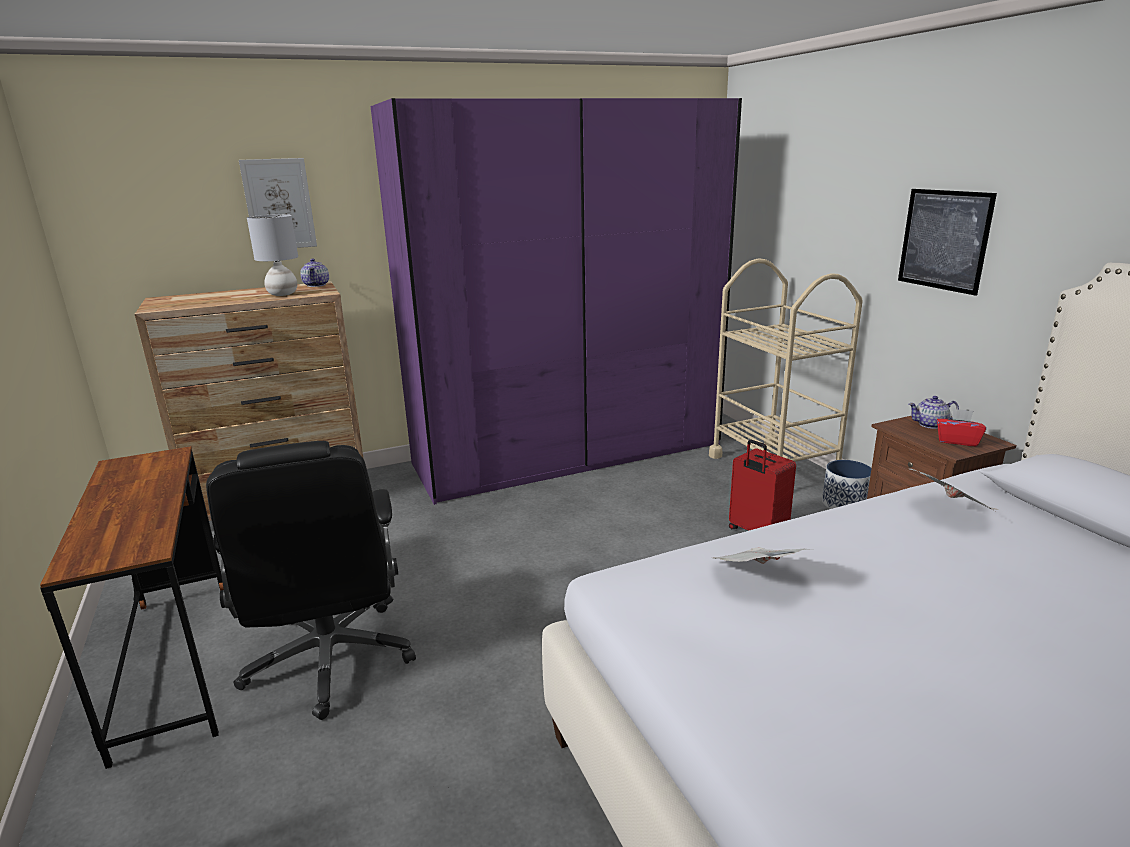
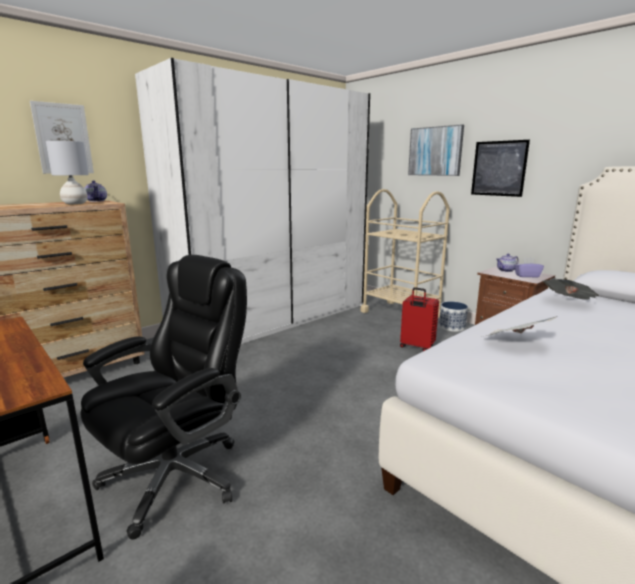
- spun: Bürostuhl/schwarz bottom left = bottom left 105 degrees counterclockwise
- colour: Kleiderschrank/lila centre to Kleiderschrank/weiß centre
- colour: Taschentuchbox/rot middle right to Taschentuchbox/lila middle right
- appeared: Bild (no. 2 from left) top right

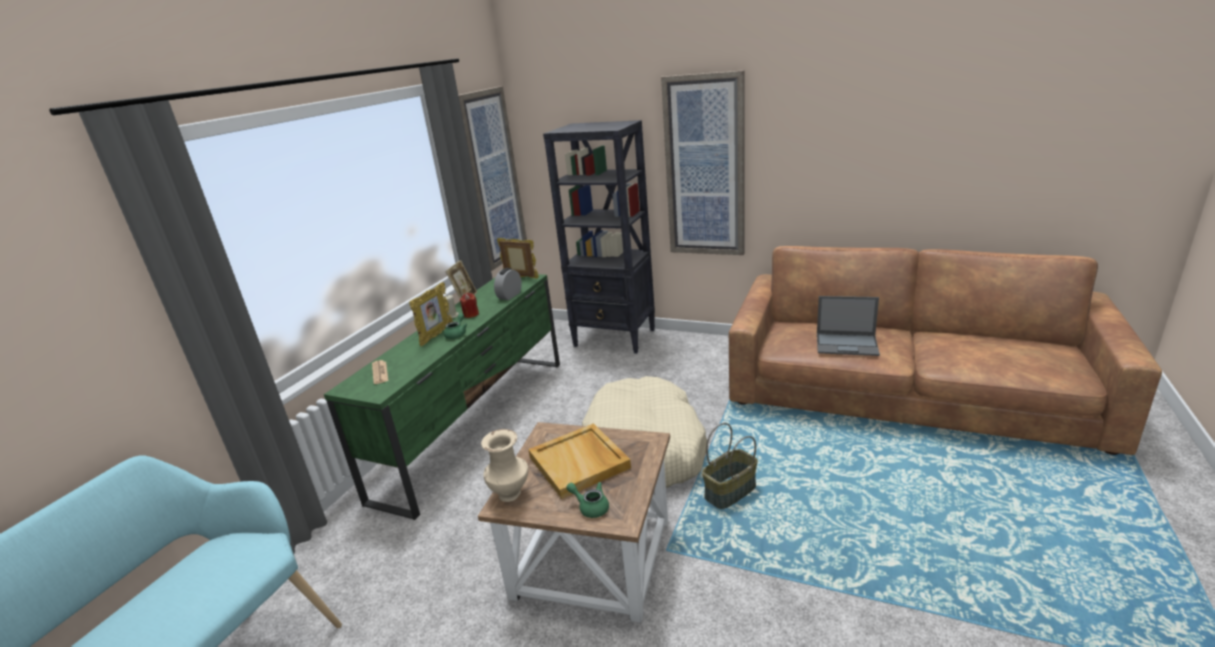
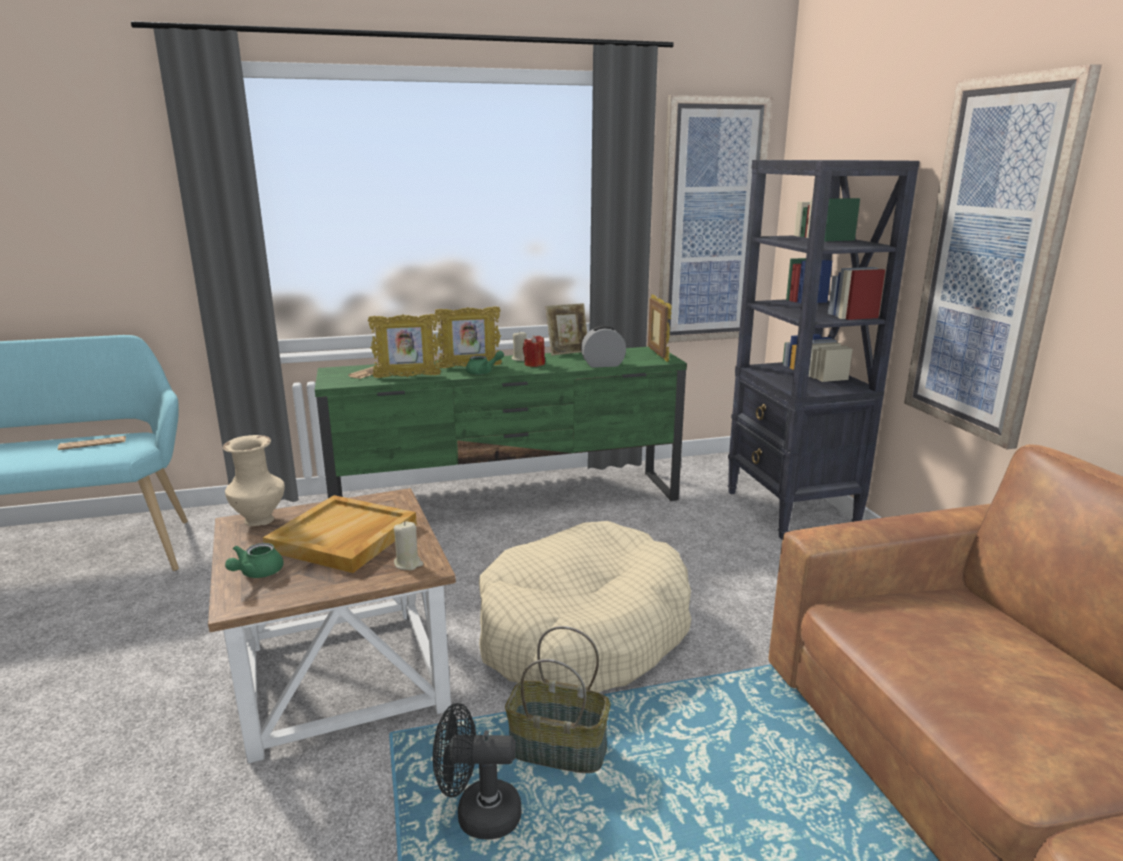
- spun: Teekanne/grün (no. 2 from left in the first image) bottom centre = middle left 150 degrees counterclockwise
- missing: Laptop middle right
- appeared: Zeitung (no. 1 from left) middle left
- appeared: Bilderrahmen (no. 1 from left) centre
- appeared: Kerze/beige (no. 1 from left) centre
- appeared: Ventilator/schwarz bottom centre

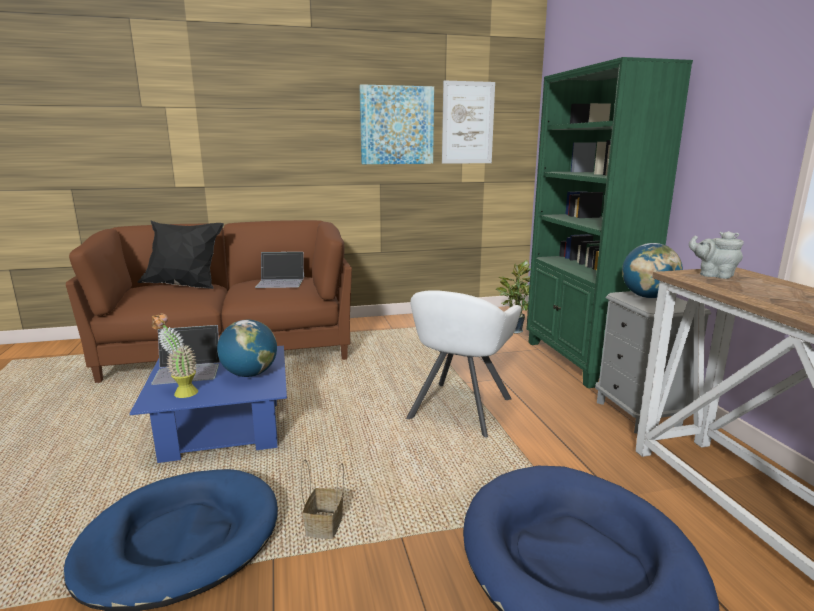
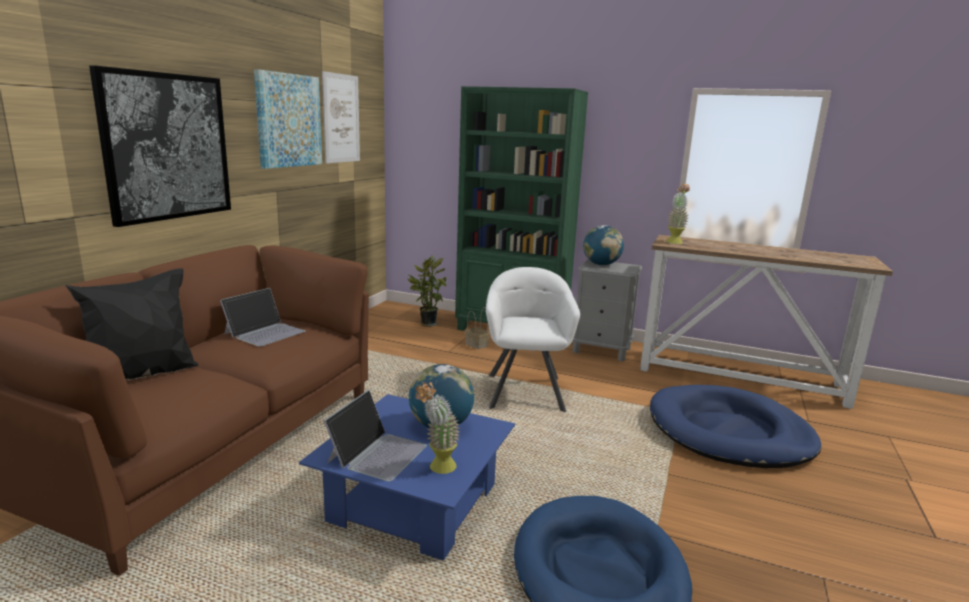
- relocated: Korb bottom centre to centre
- spun: Sessel/weiß centre = centre 150 degrees counterclockwise
- exchanged: Teekanne/grau middle right to Topfpflanze (no. 3 from left) middle right
- appeared: Bild (no. 1 from left) top left

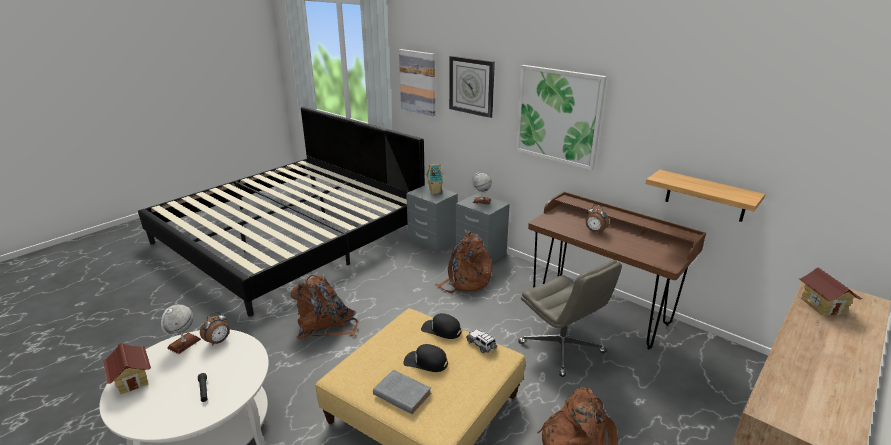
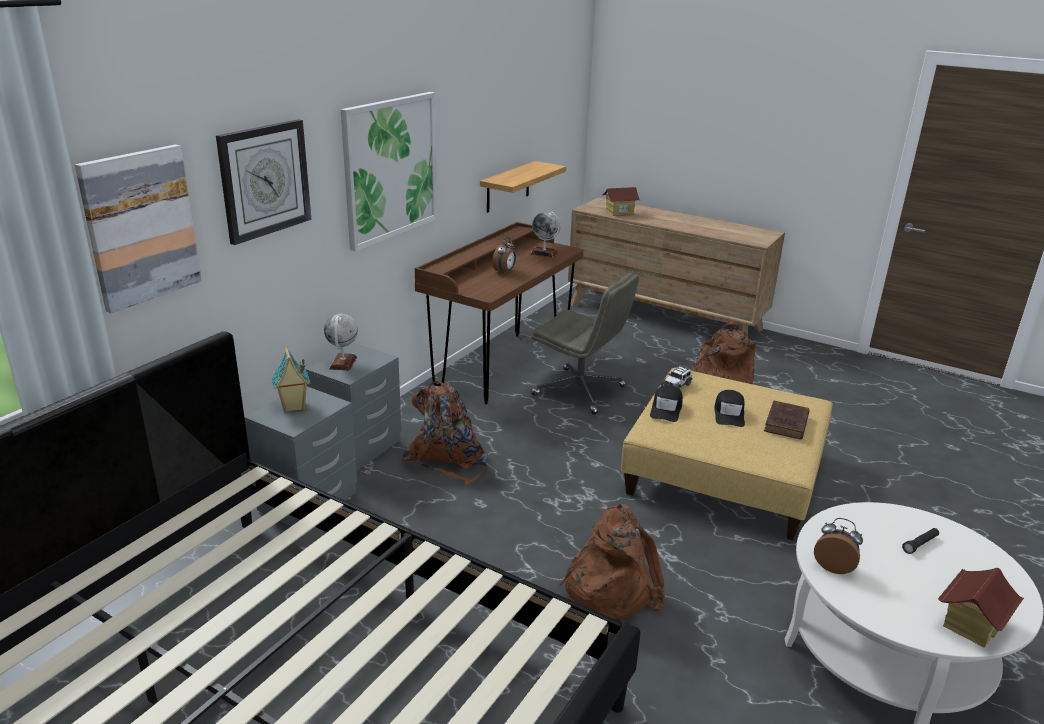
- relocated: Globus (no. 1 from left in the first image) bottom left to Globus (no. 2 from left) top centre
- colour: Buch/grau bottom centre to Buch/braun middle right
- spun: Bürostuhl/grau bottom centre = centre 75 degrees clockwise

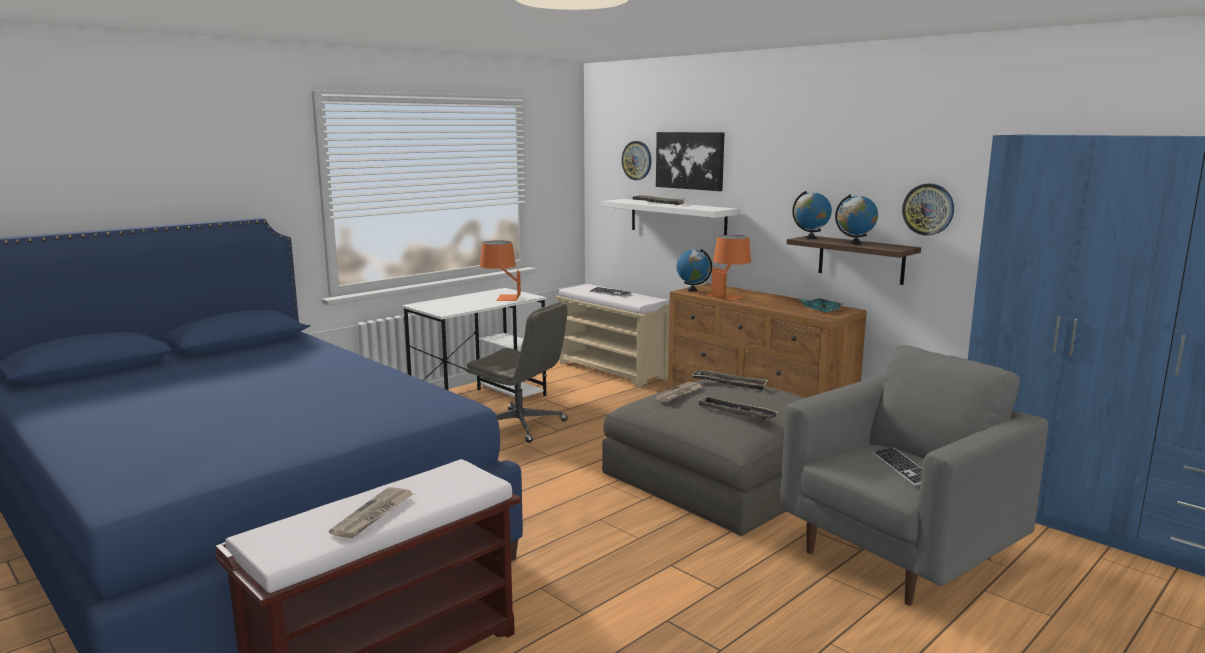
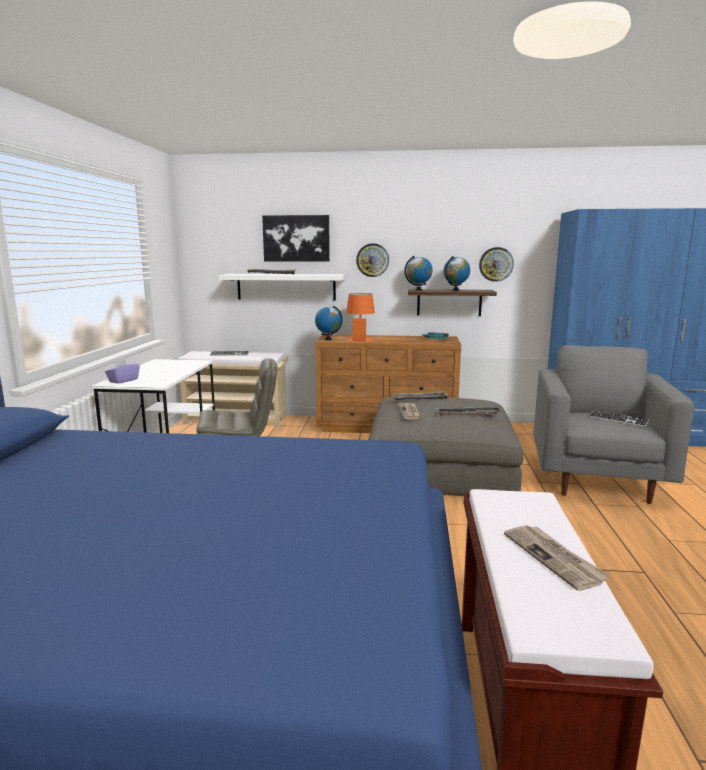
- missing: Tischlampe/orange (no. 1 from left) centre
- relocated: Wanduhr (no. 1 from left) top centre to centre
- appeared: Taschentuchbox/lila middle left

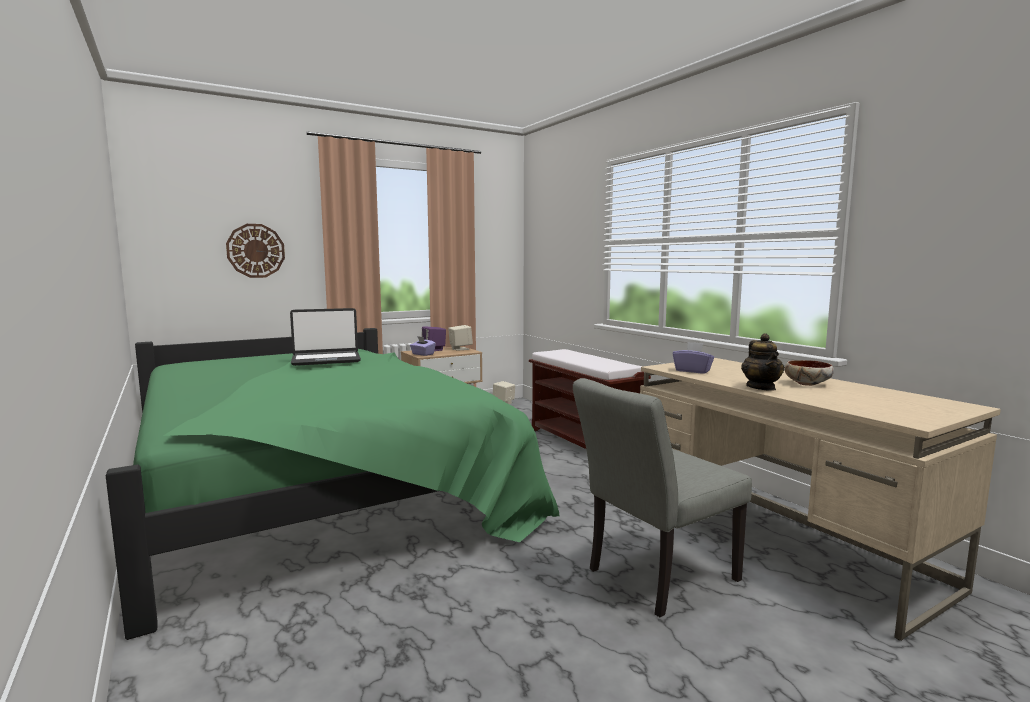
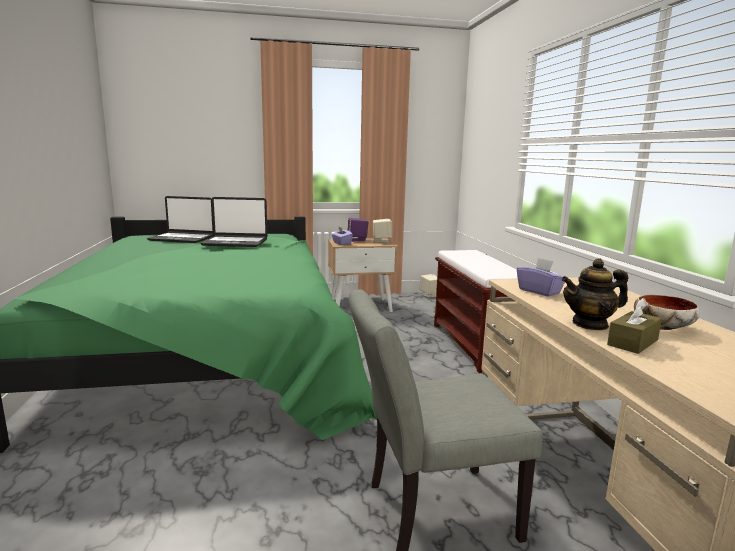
- missing: Wanduhr middle left
- spun: Teekanne middle right = middle right 60 degrees clockwise
- appeared: Laptop (no. 1 from left) middle left
- appeared: Taschentuchbox/braun middle right

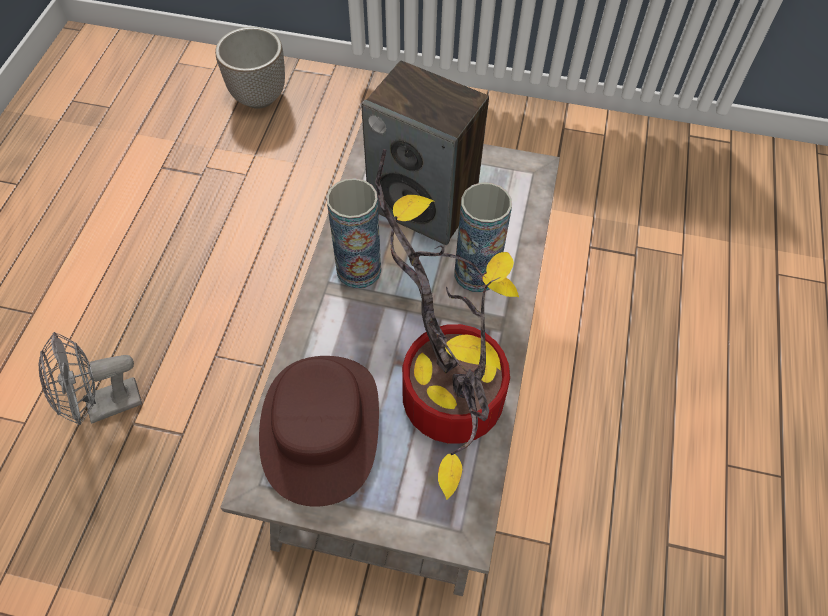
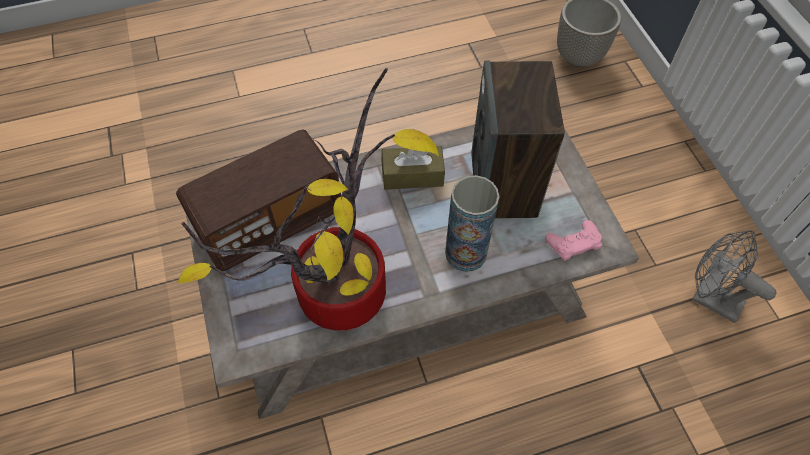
- relocated: Ventilator/grau middle left to middle right
- exchanged: Hut/braun bottom centre to Radio middle left
- exchanged: Vase (no. 1 from left) centre to Taschentuchbox/braun centre
- appeared: Gamepad/rosa middle right

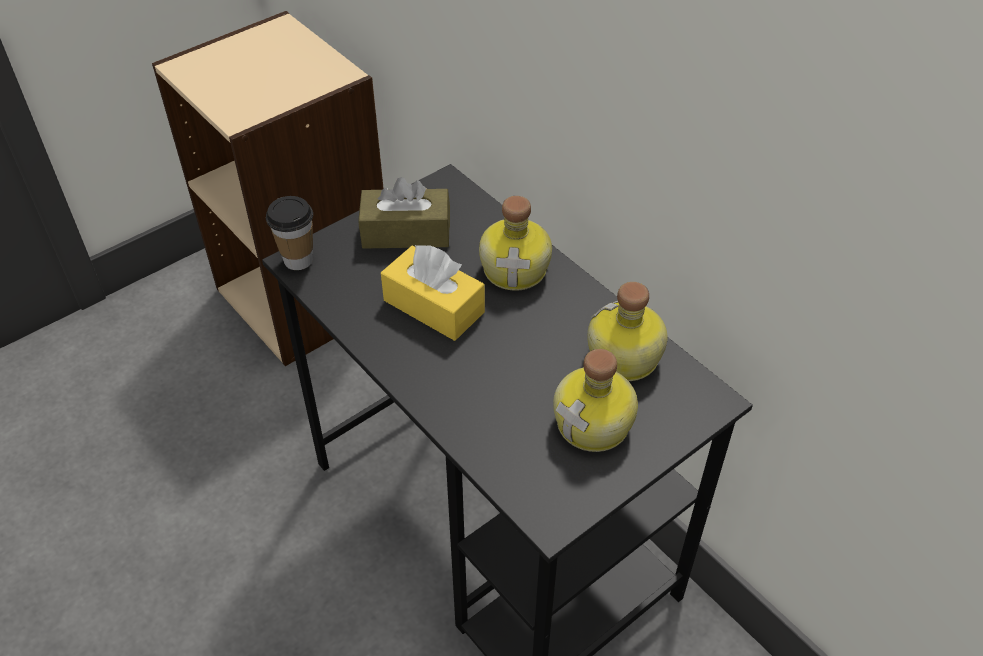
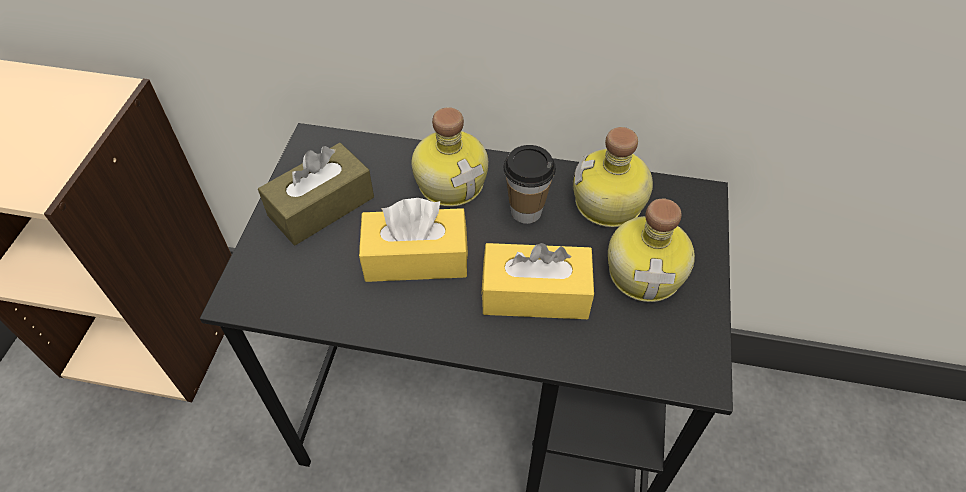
- relocated: Tasse middle left to centre
- appeared: Taschentuchbox/gelb (no. 2 from left) centre

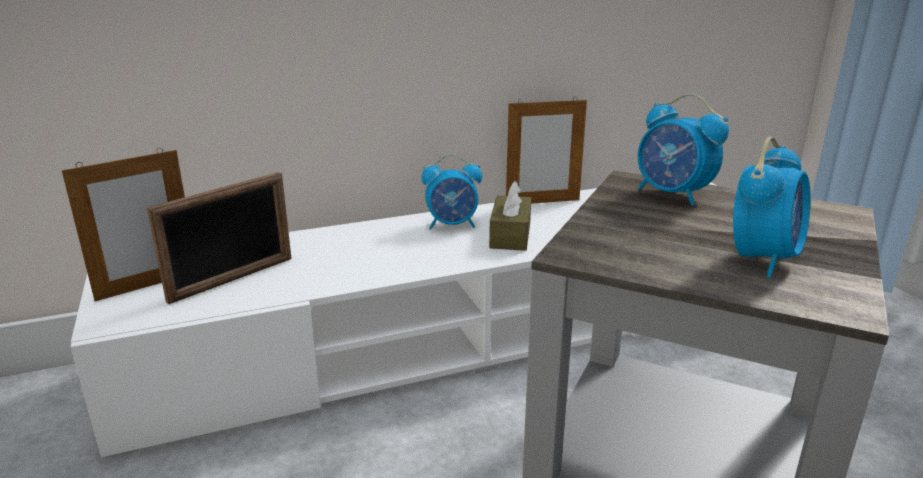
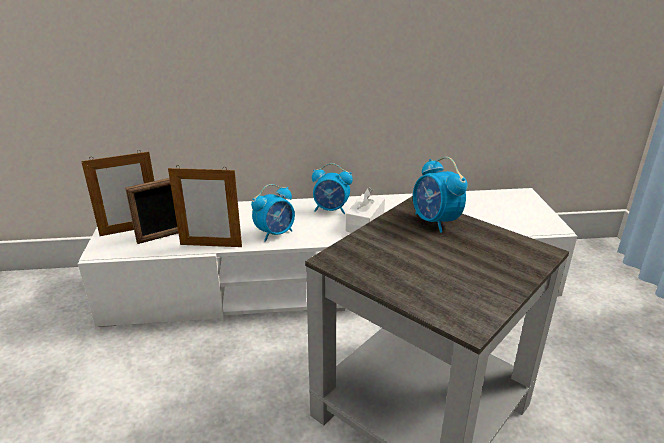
- colour: Taschentuchbox/braun centre to Taschentuchbox/weiß centre
- relocated: Bilderrahmen (no. 3 from left) top centre to middle left
- relocated: Wecker (no. 3 from left in the first image) middle right to Wecker (no. 1 from left) centre

